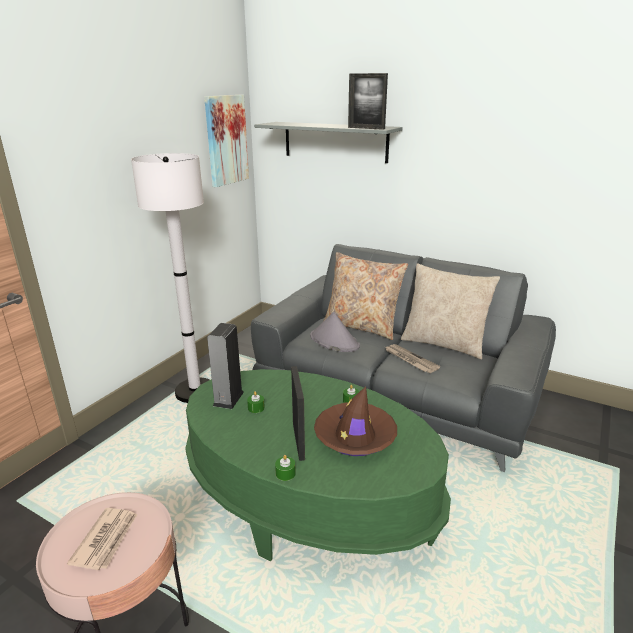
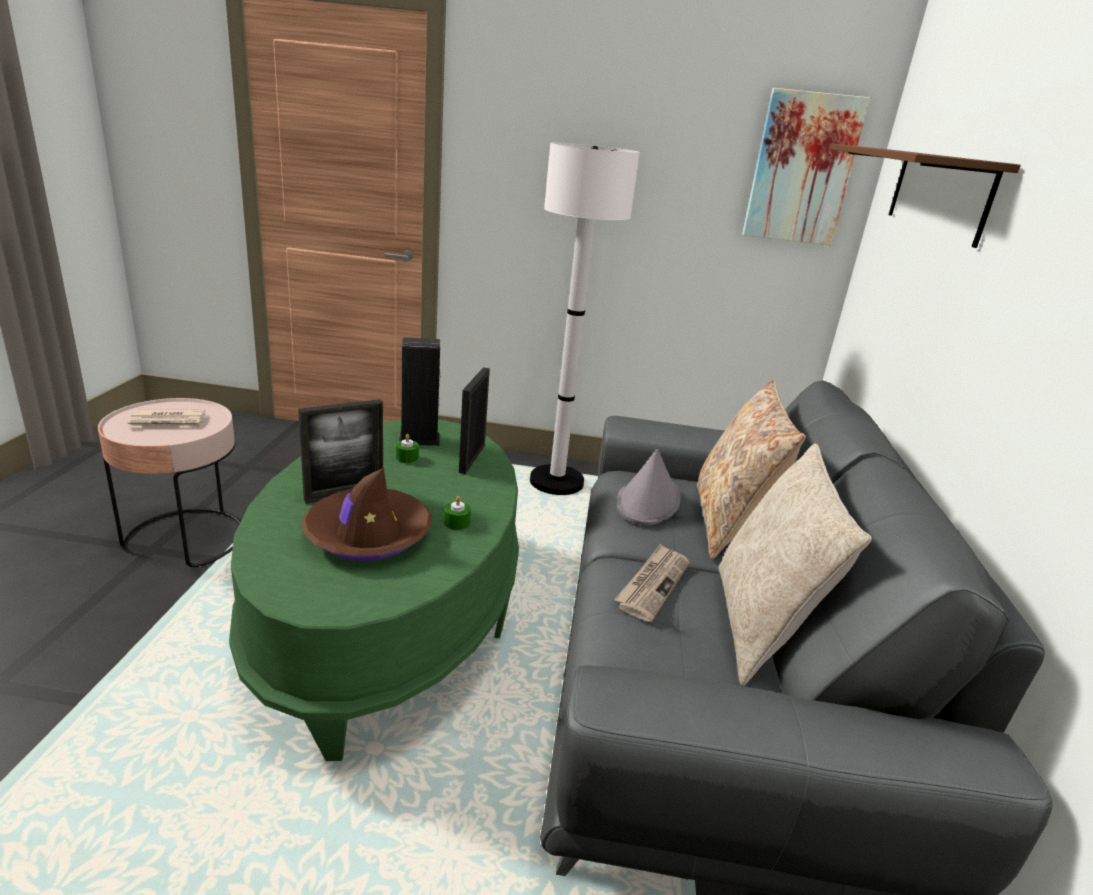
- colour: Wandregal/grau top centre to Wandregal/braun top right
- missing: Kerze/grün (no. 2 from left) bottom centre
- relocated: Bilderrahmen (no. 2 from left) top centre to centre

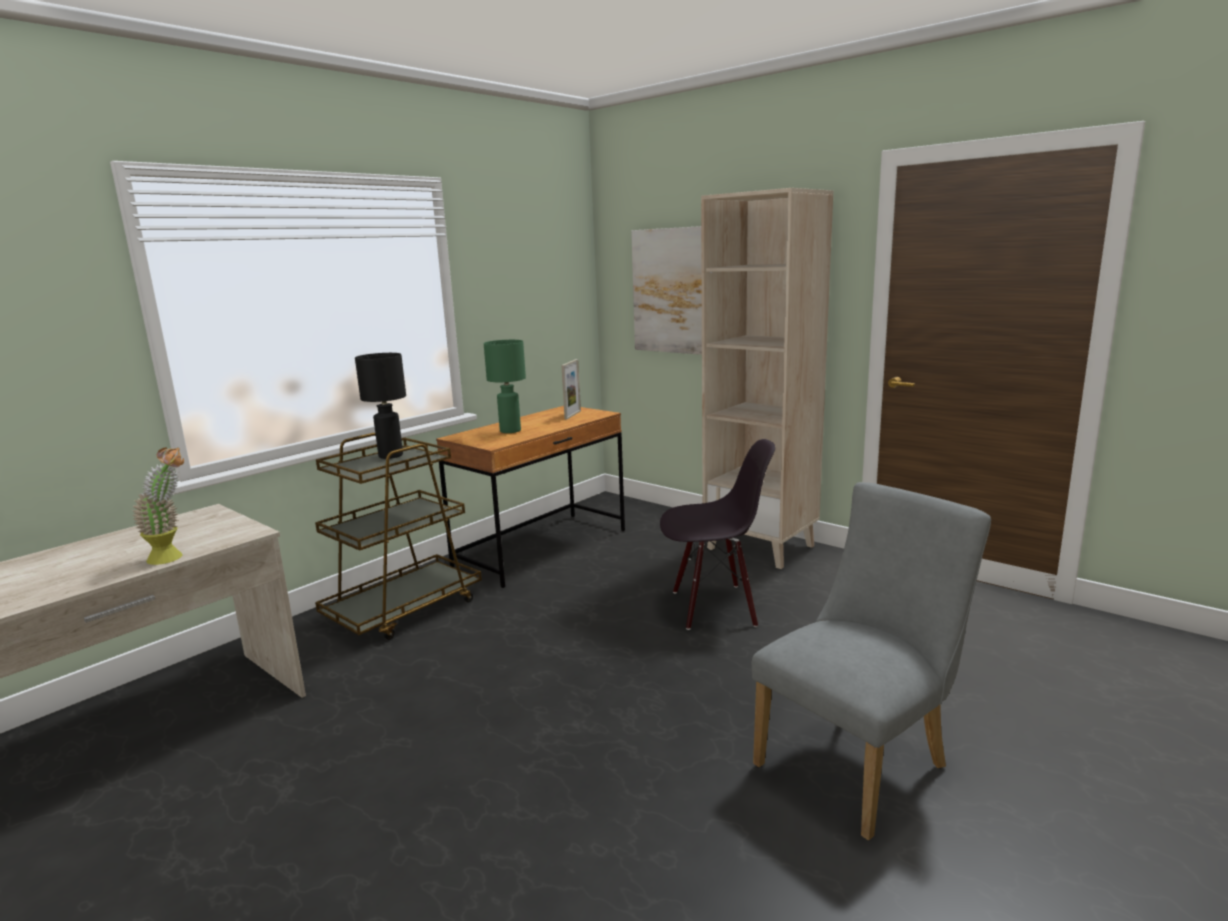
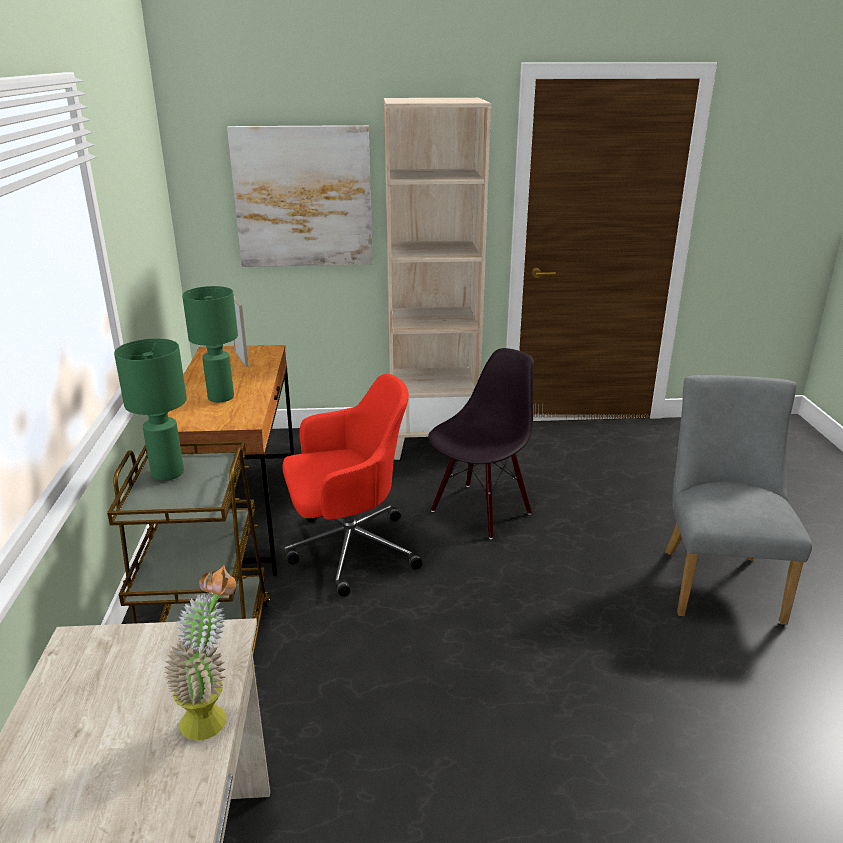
- colour: Tischlampe/schwarz middle left to Tischlampe/grün (no. 1 from left) middle left
- appeared: Bürostuhl/rot centre

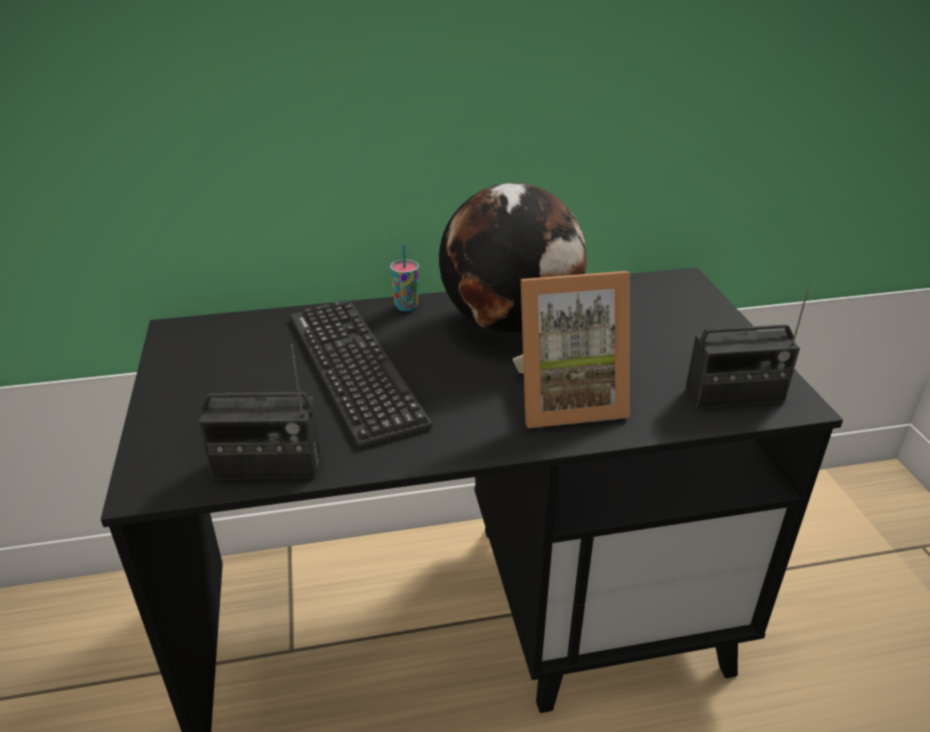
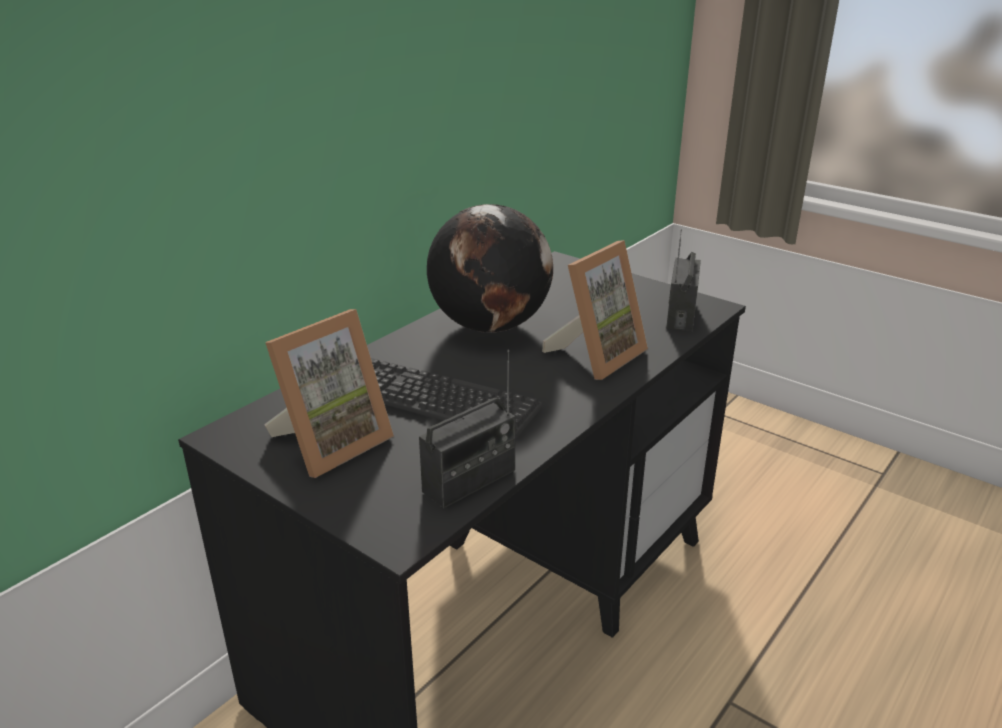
- missing: Tasse centre
- spun: Radio (no. 2 from left) middle right = middle right 150 degrees clockwise
- appeared: Bilderrahmen (no. 1 from left) middle left

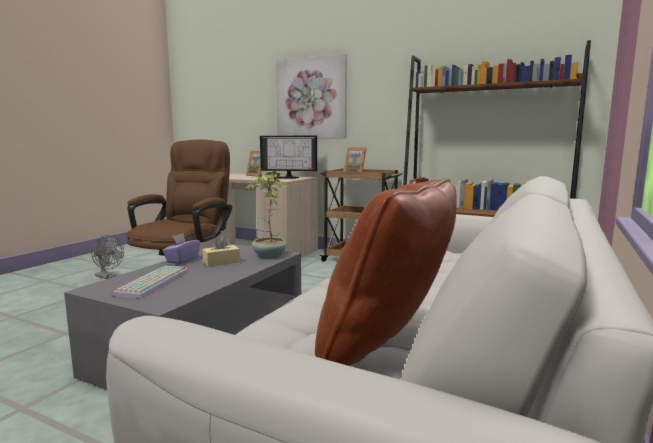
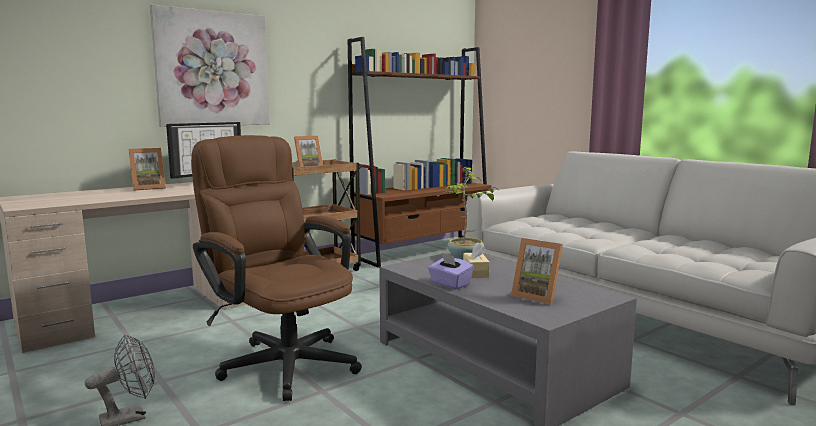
- exchanged: Tastatur middle left to Bilderrahmen (no. 3 from left) centre
- missing: Kissen/braun centre

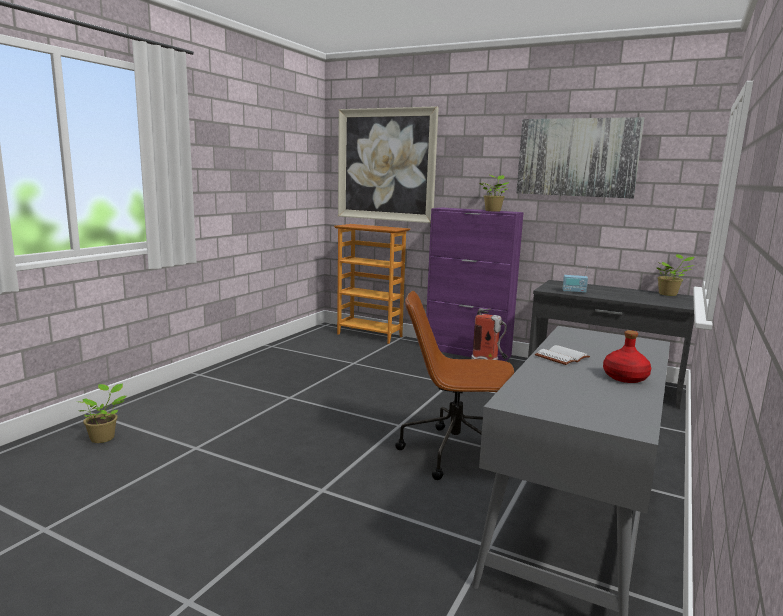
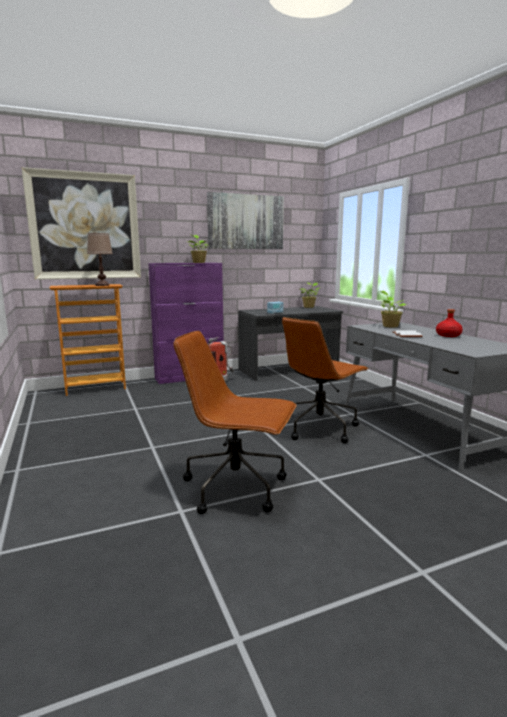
- relocated: Topfpflanze (no. 1 from left in the first image) bottom left to Topfpflanze (no. 3 from left) middle right
- appeared: Tischlampe/braun middle left
- appeared: Bürostuhl/braun (no. 1 from left) centre

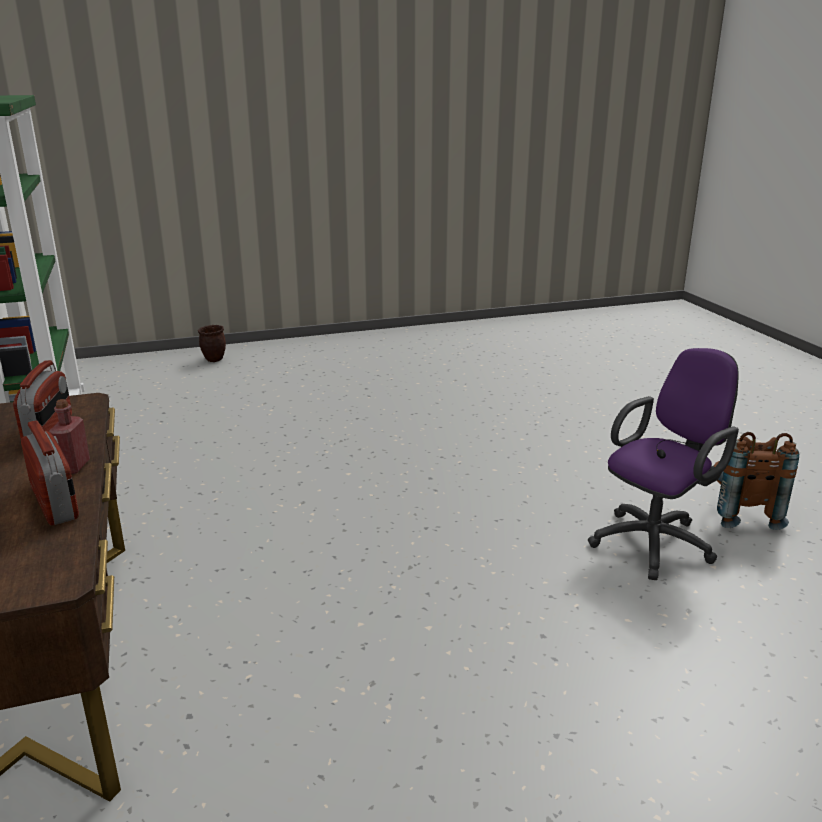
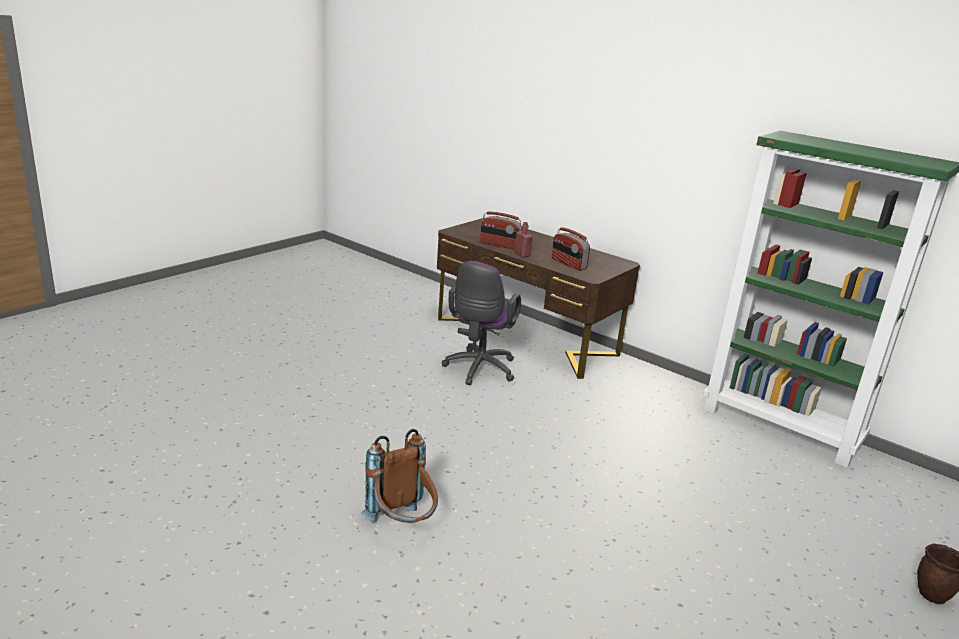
- relocated: Bürostuhl/lila middle right to centre
- relocated: Rucksack/braun middle right to bottom centre

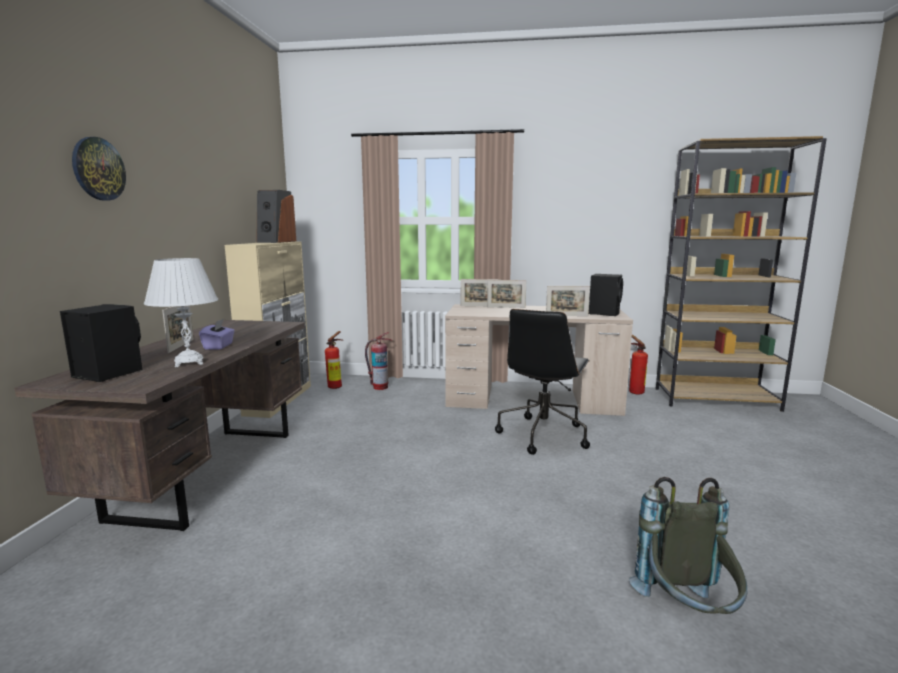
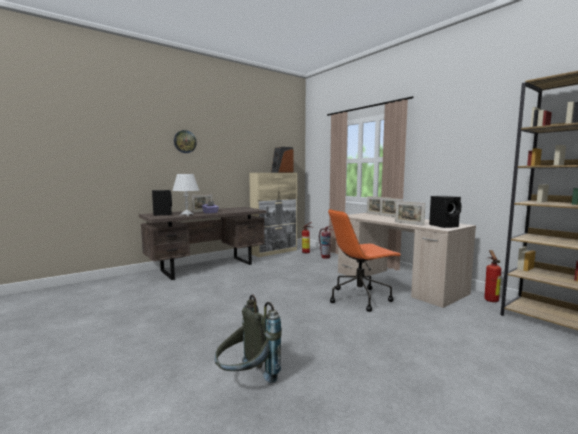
- colour: Bürostuhl/schwarz centre to Bürostuhl/orange centre

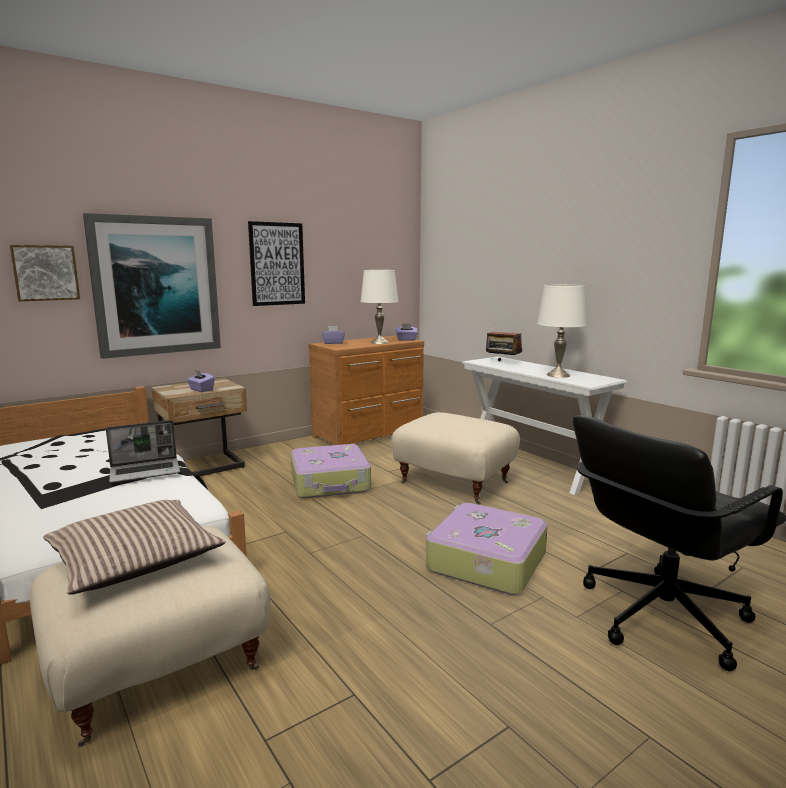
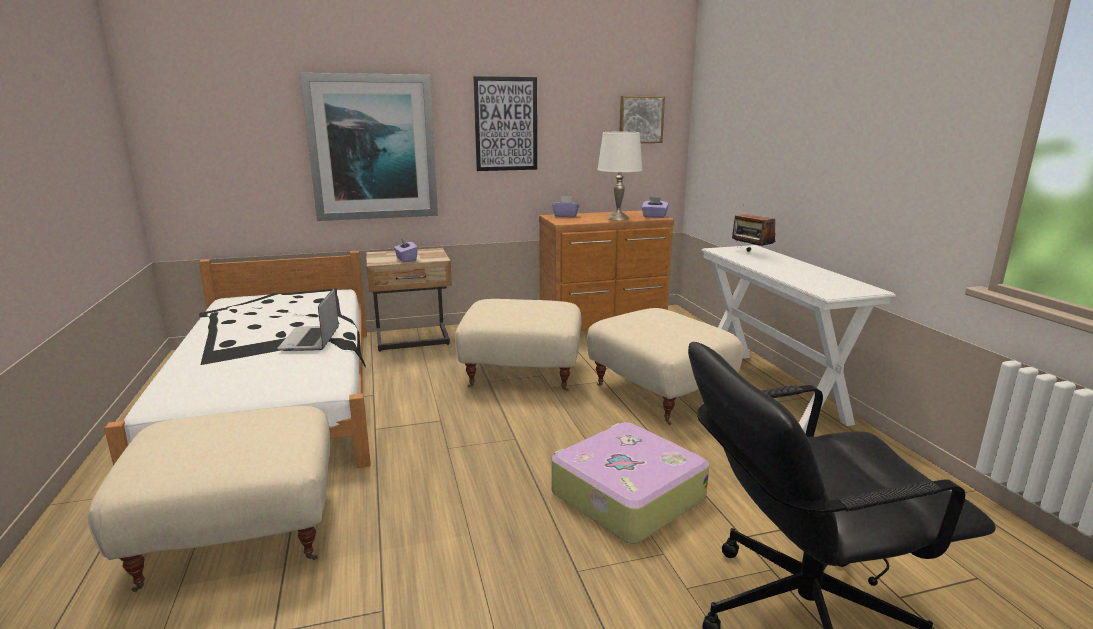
- relocated: Bild (no. 1 from left in the first image) middle left to Bild (no. 3 from left) top centre
- missing: Kissen bottom left
- spun: Laptop middle left = middle left 90 degrees clockwise
- exchanged: Koffer (no. 1 from left) centre to Polsterhocker/beige (no. 2 from left) centre
- missing: Tischlampe/weiß (no. 2 from left) middle right

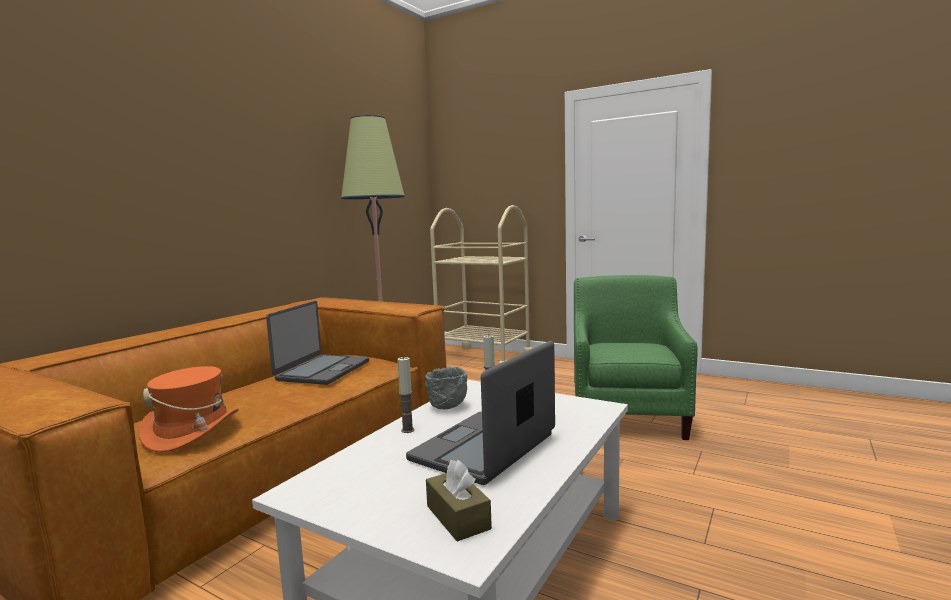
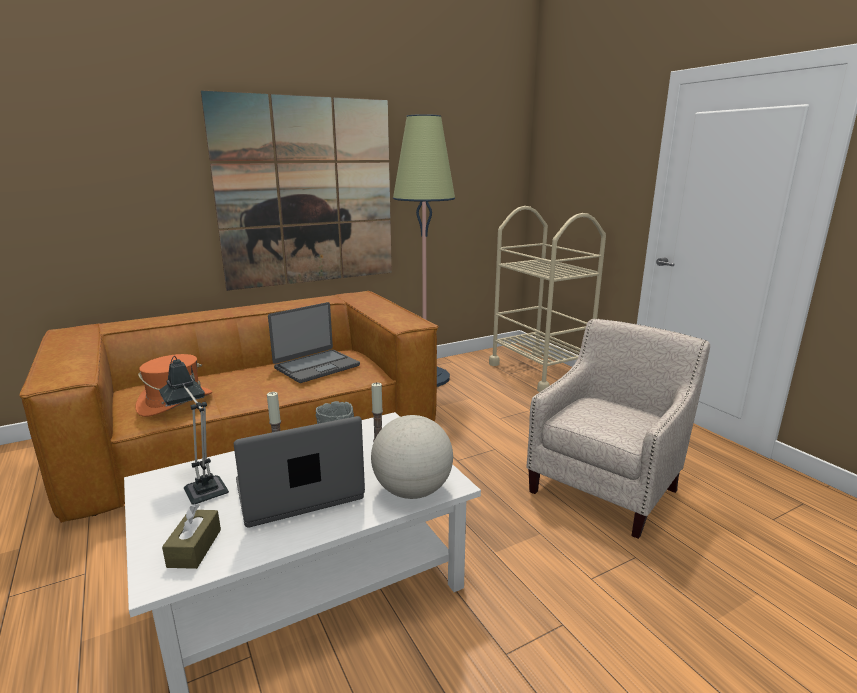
- colour: Sessel/grün middle right to Sessel/beige middle right
- appeared: Tischlampe middle left
- appeared: Bild top centre
- appeared: Globus centre

